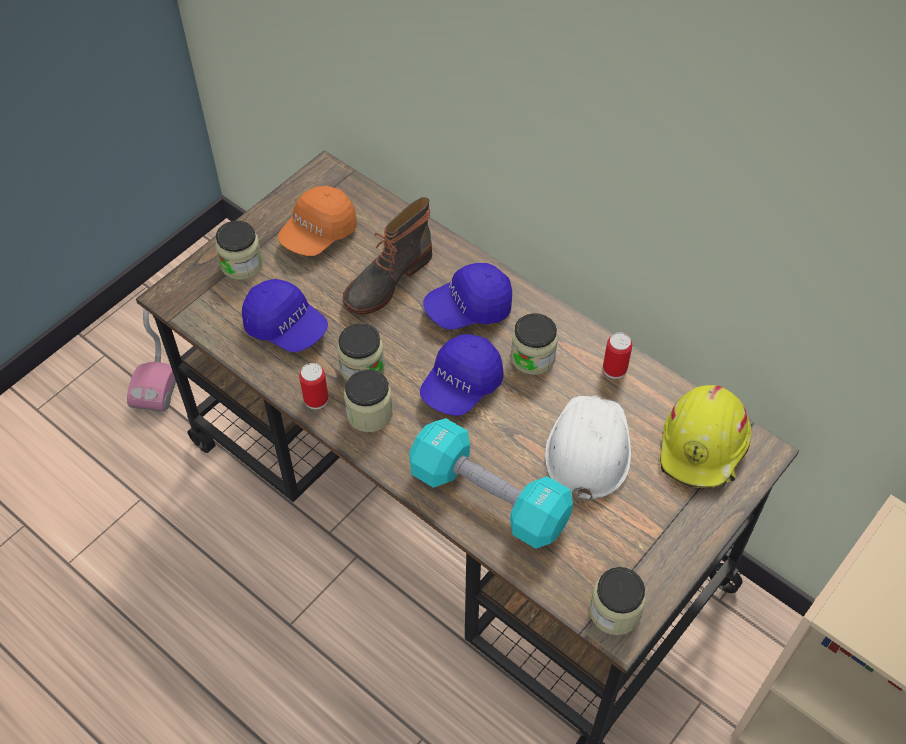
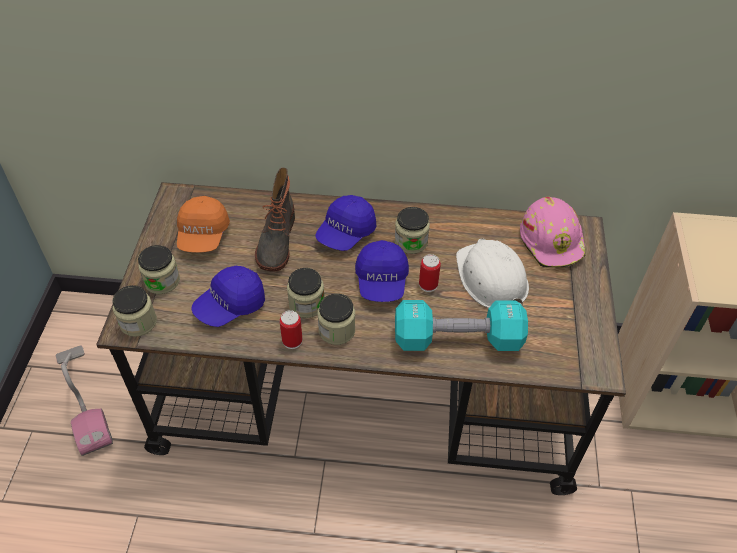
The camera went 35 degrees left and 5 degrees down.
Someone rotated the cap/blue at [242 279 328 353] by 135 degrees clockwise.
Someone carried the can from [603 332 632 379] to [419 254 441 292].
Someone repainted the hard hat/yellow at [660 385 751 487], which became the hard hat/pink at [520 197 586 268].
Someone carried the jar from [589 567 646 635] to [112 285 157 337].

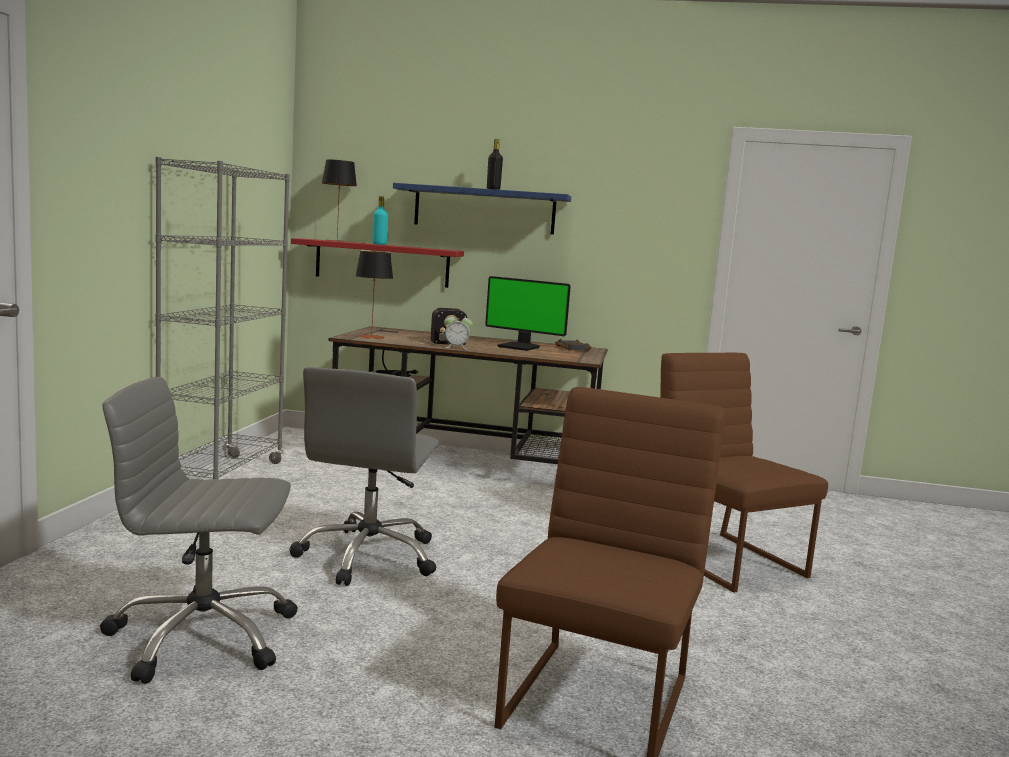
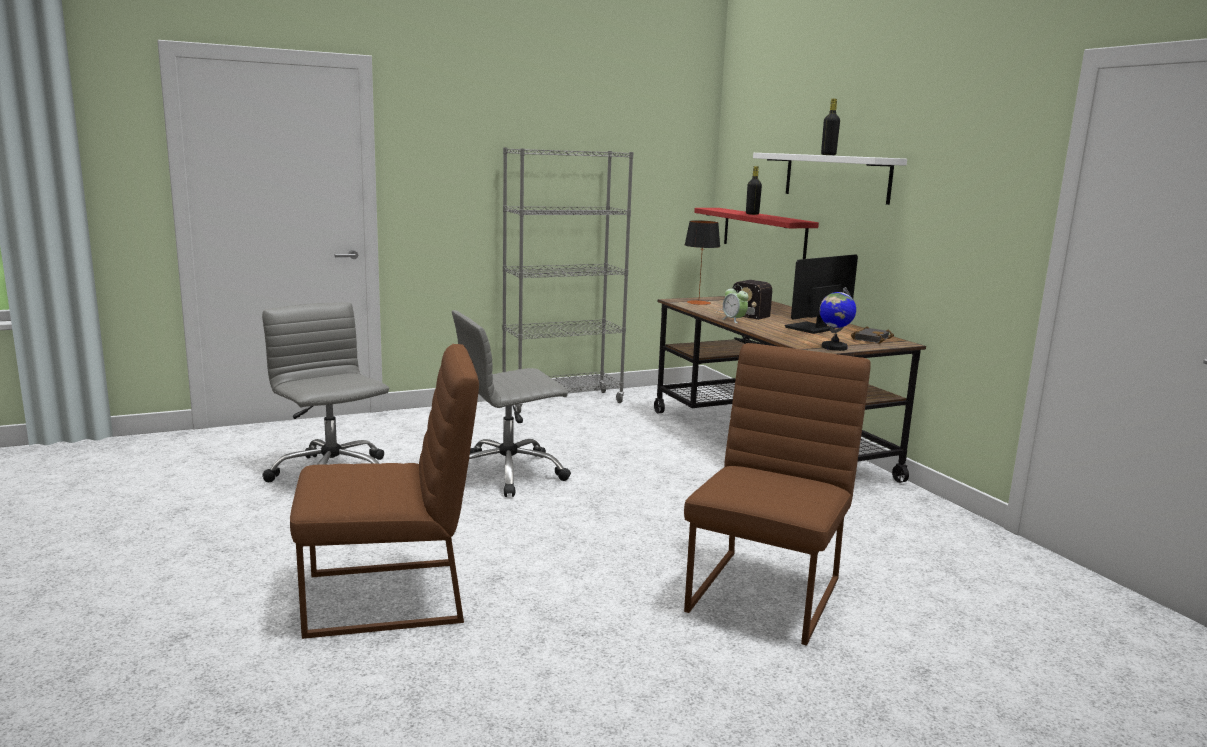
The camera went 55 degrees right and 5 degrees up.
Someone took away the table lamp at [322 160 357 242].
Someone repainted the shelf/blue at [393 183 571 235], which became the shelf/white at [753 153 907 205].
Someone repainted the bottle/turquoise at [372 196 388 245], which became the bottle/black at [746 166 762 215].
Someone rotated the monitor at [485 276 571 351] by 60 degrees clockwise.
Someone put down the globe at [820 287 856 351].

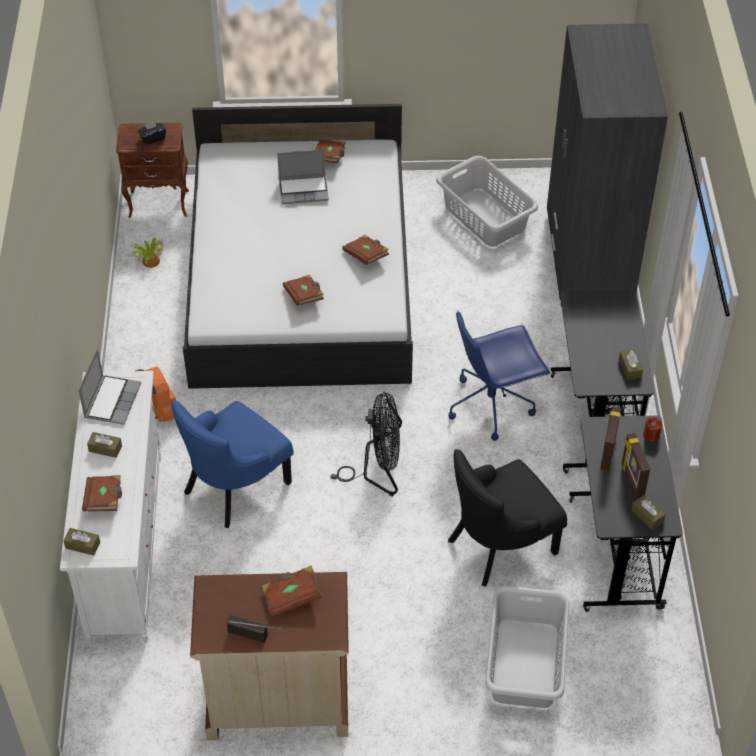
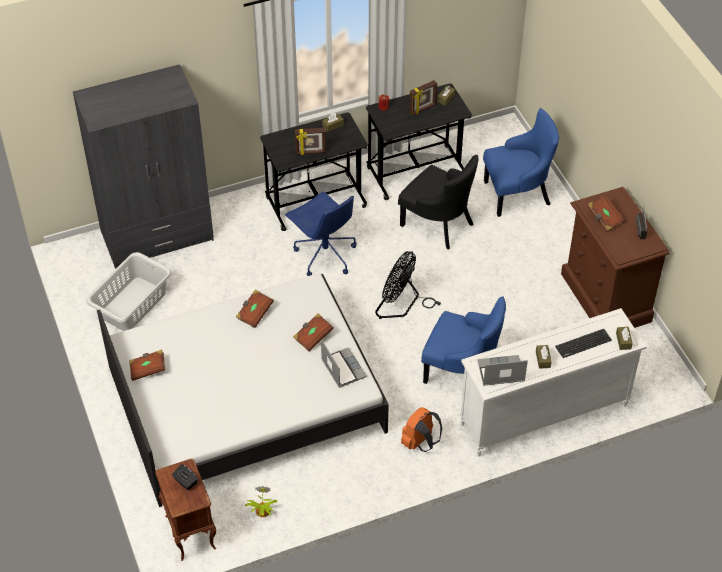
The camera went 110 degrees left and 0 degrees up.
Someone carried the laptop from [277 149 329 204] to [321 339 367 388].
Someone rotated the fan/black at [331 392 402 497] by 45 degrees counterclockwise.
Someone carried the picture frame from [600 406 621 471] to [295 127 326 155].
Someone swapped the book/brown at [82 475 122 512] for the keyboard at [555 329 612 358].
Someone swapped the laundry basket/grey at [485 586 569 708] for the chair/blue at [483 108 559 217].

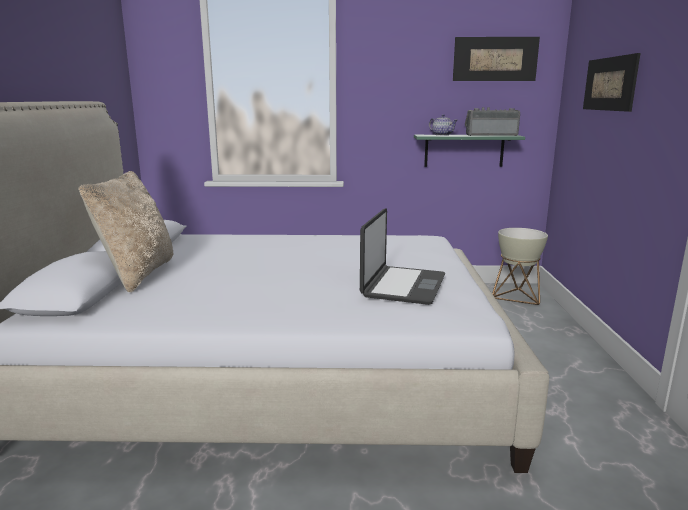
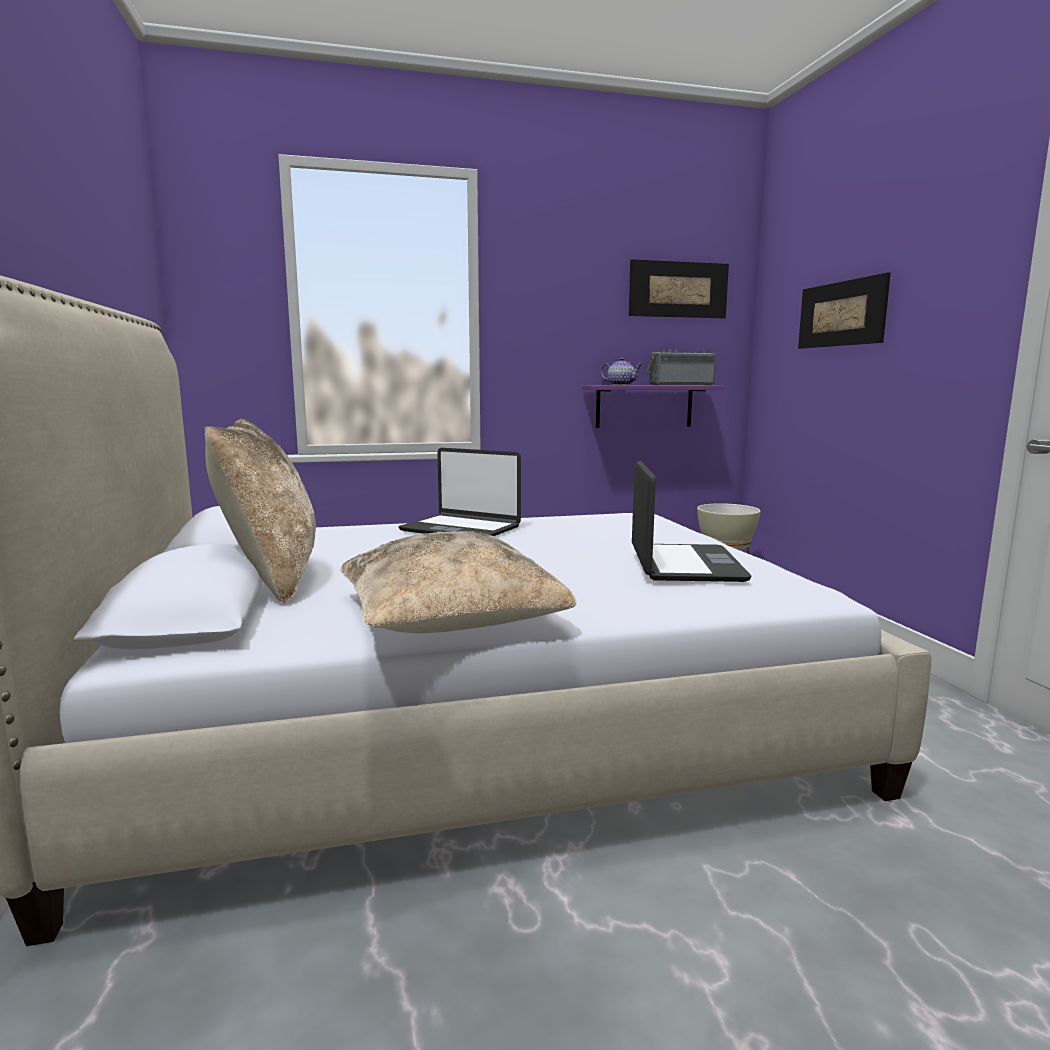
The camera went 15 degrees left and 5 degrees down.
Someone repainted the shelf/green at [414 135 525 167], which became the shelf/purple at [582 385 724 428].
Someone put down the laptop at [399 448 521 536].
Someone put down the pillow/beige at [340 531 577 633].

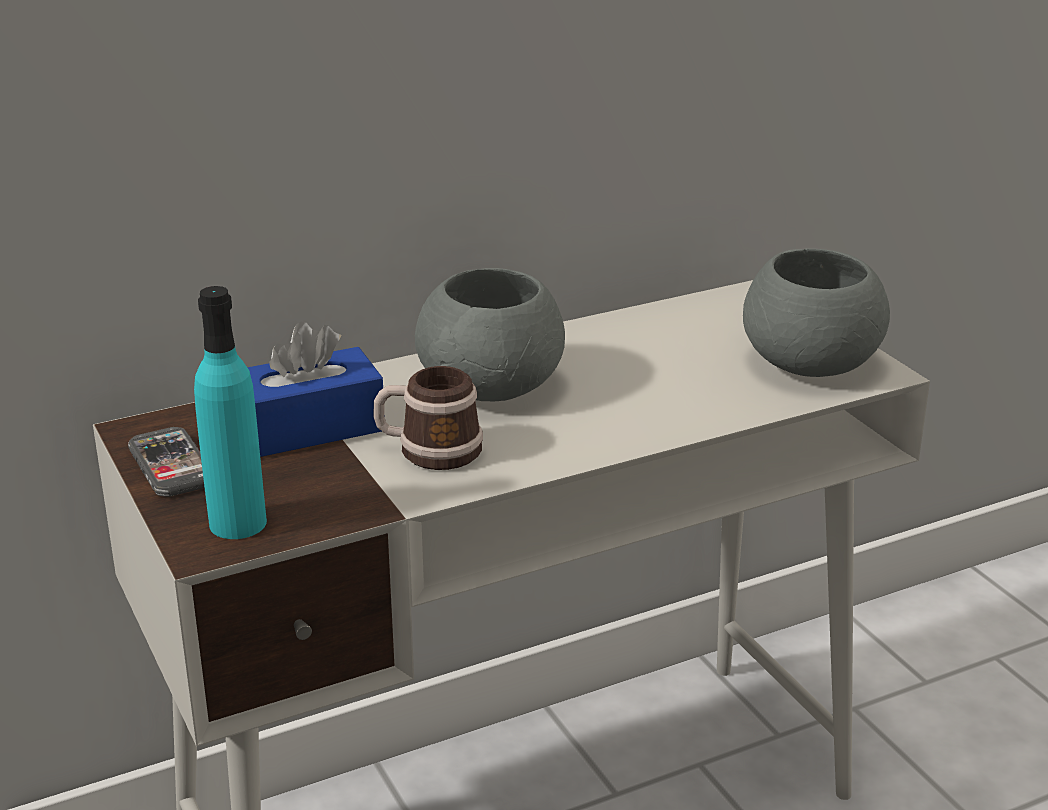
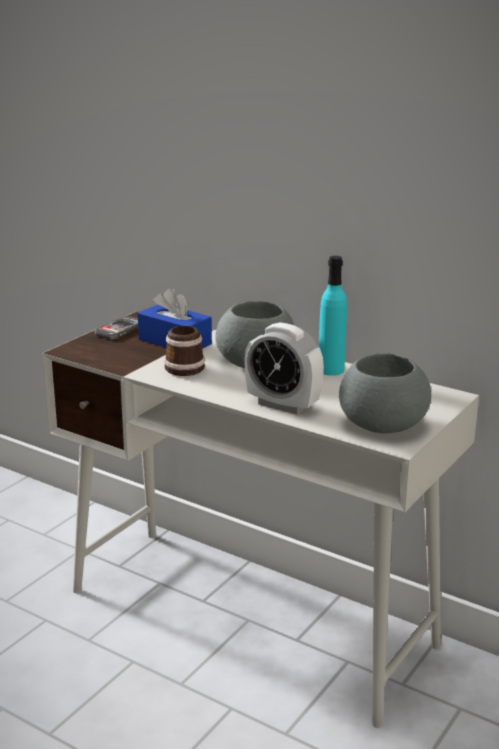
The camera went 60 degrees right and 5 degrees down.
Someone carried the bottle/turquoise from [194 286 267 539] to [319 256 347 376].
Someone put down the alarm clock at [244 323 324 414].

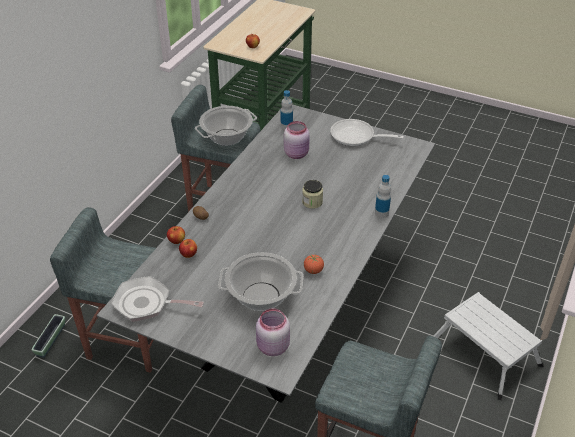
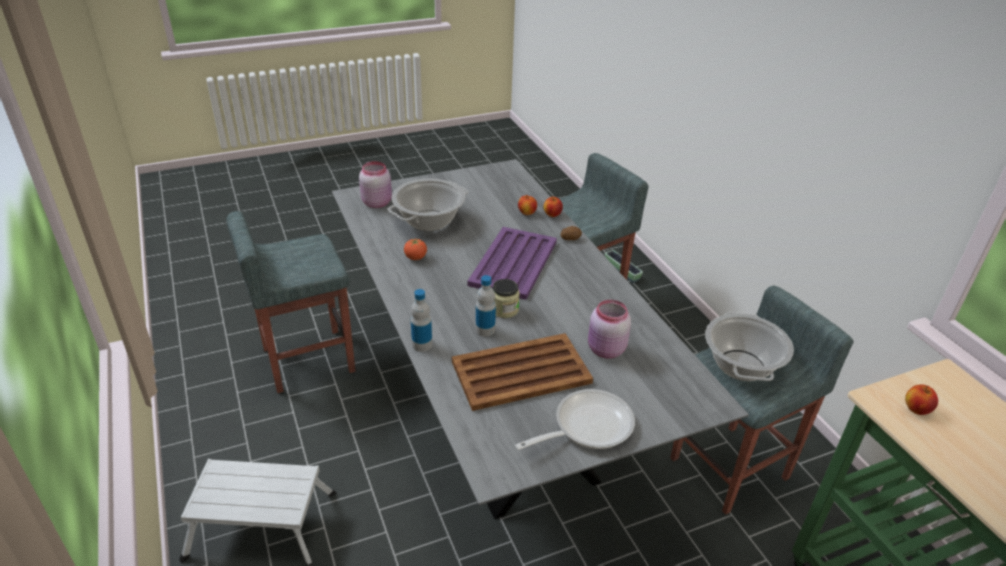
The camera went 130 degrees right and 5 degrees down.
Someone carried the bottle from [281 90 293 130] to [476 275 496 337].
Someone took away the frying pan at [111 276 204 322].
Someone put down the tray/purple at [467 227 557 300].
Someone put down the tray/brown at [452 333 593 411].

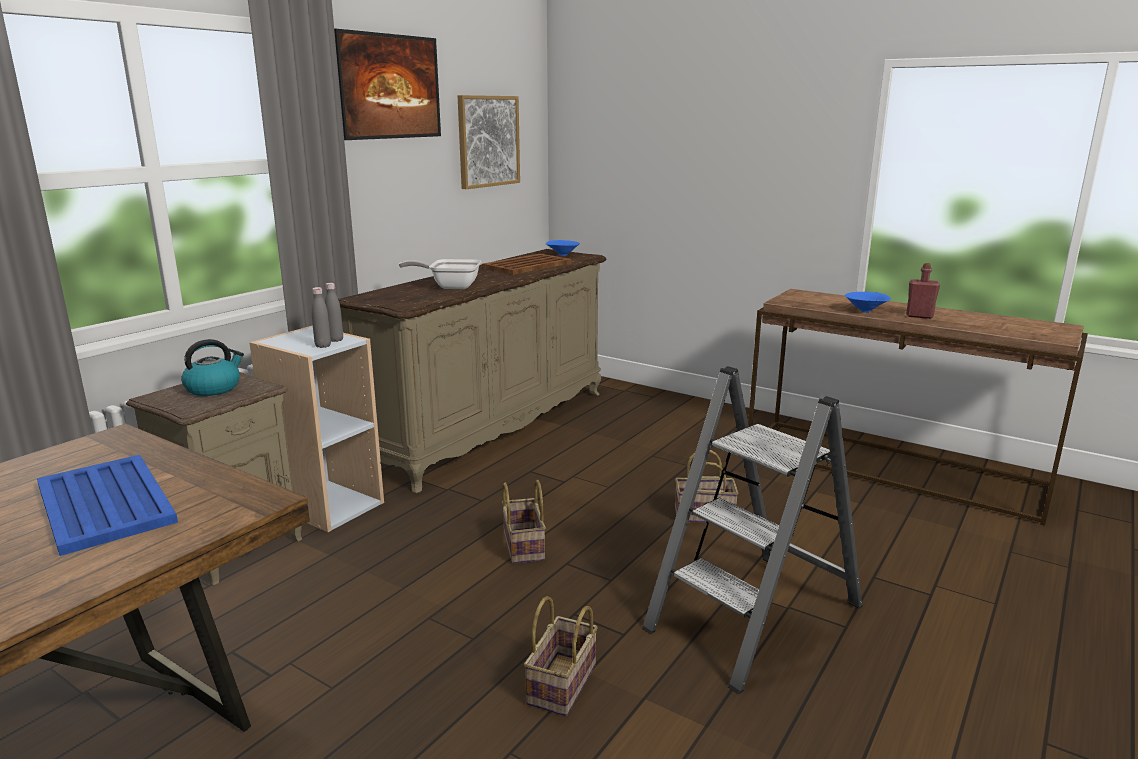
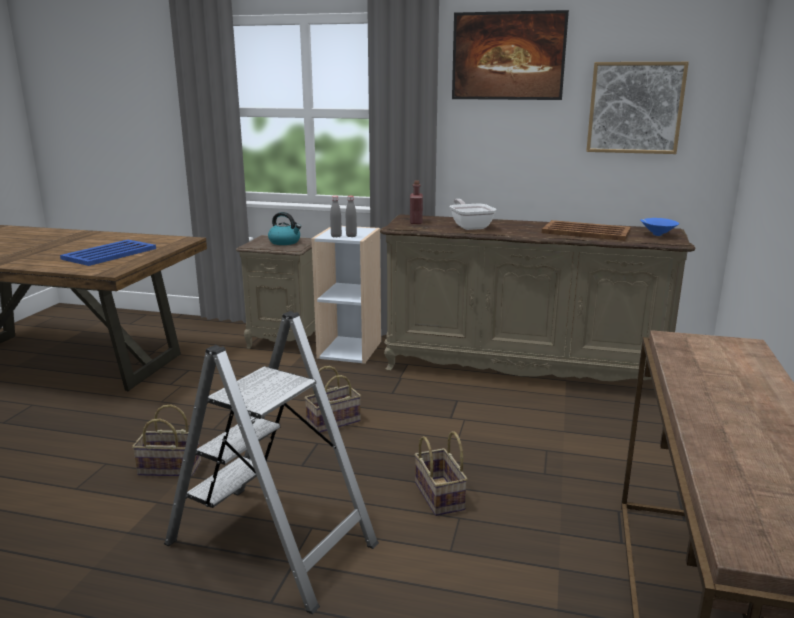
The camera went 70 degrees right and 0 degrees up.
Someone carried the bottle/red from [906 263 940 319] to [410 180 423 224].
Someone took away the bowl/blue at [845 292 891 313].

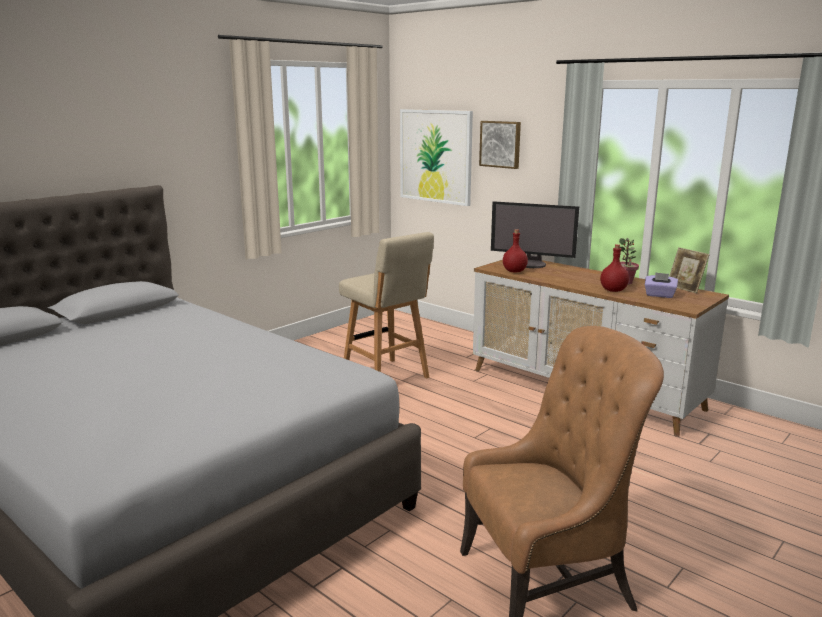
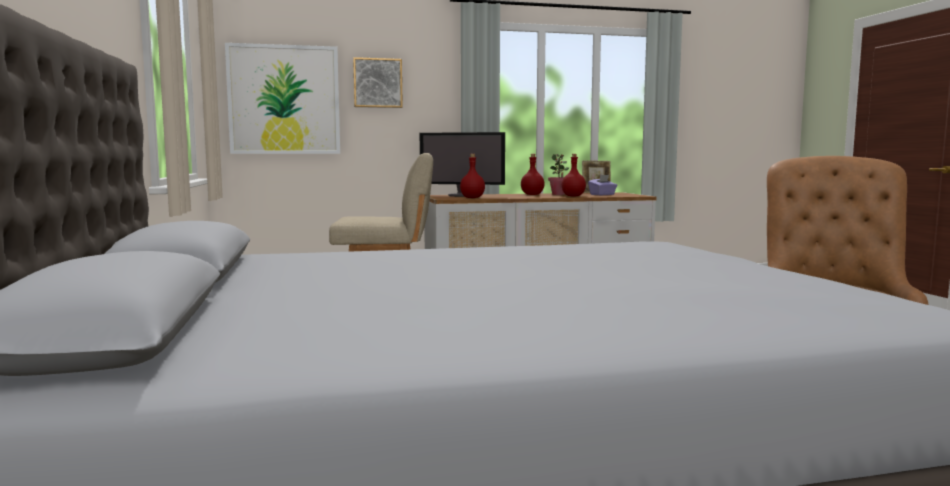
The camera went 55 degrees left and 10 degrees down.
Someone rotated the monitor at [491 201 579 268] by 45 degrees clockwise.
Someone put down the bottle/red at [521 154 544 195].

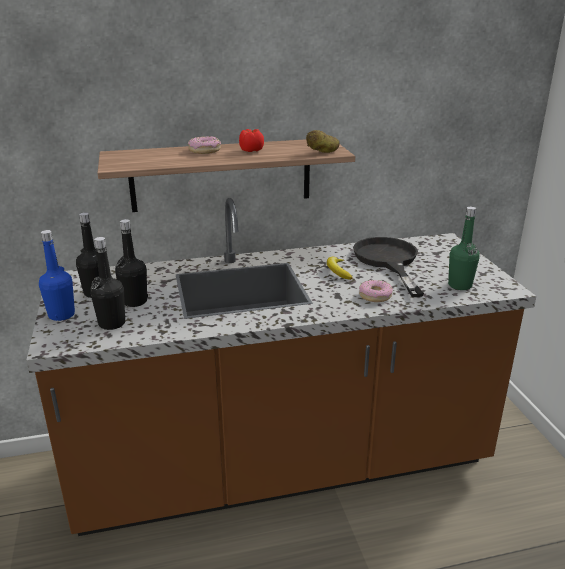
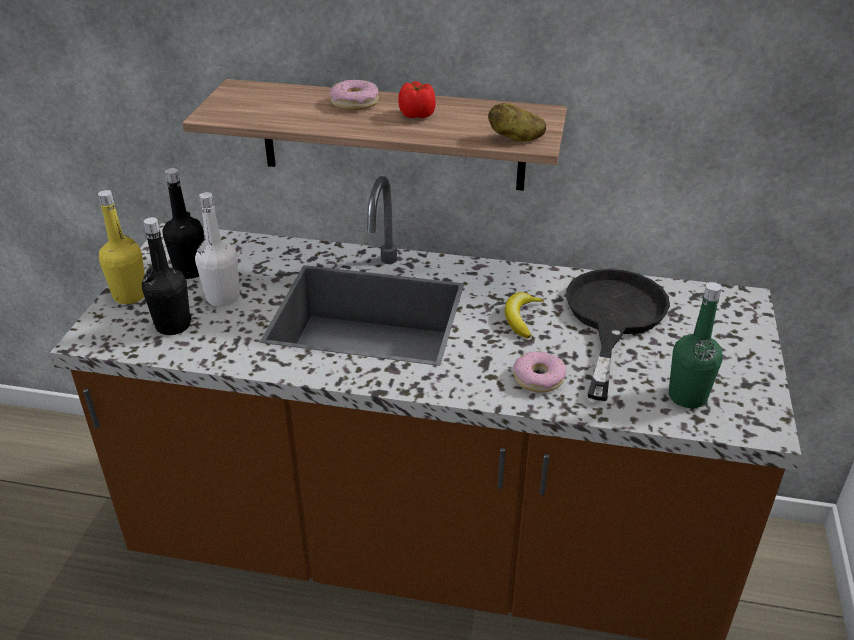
The camera went 25 degrees right and 10 degrees up.
Someone repainted the bottle/black at [115 219 148 307], which became the bottle/white at [195 192 240 307].
Someone repainted the bottle/blue at [39 230 75 321], which became the bottle/yellow at [98 190 145 304].

